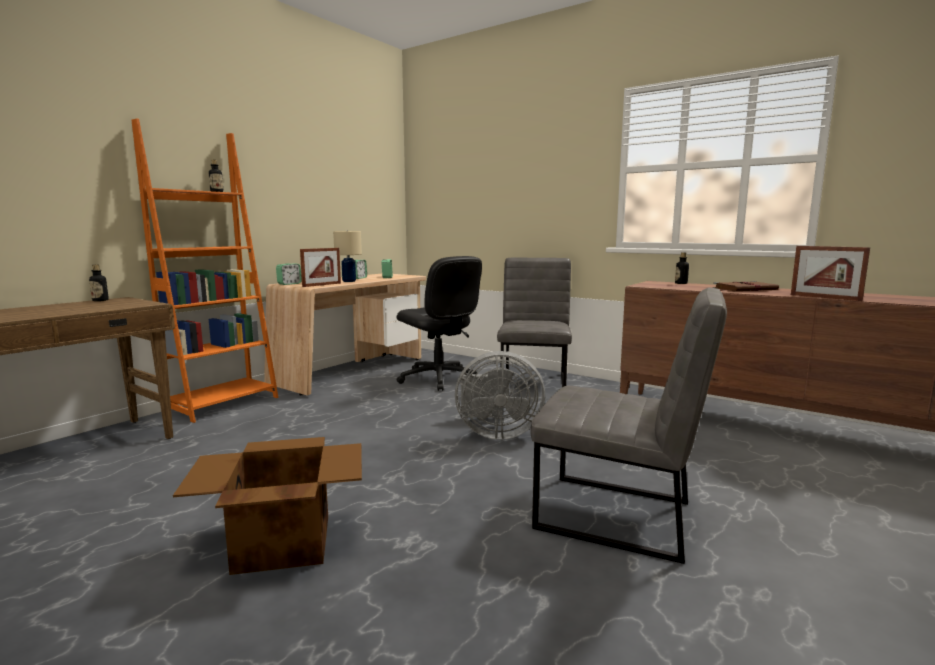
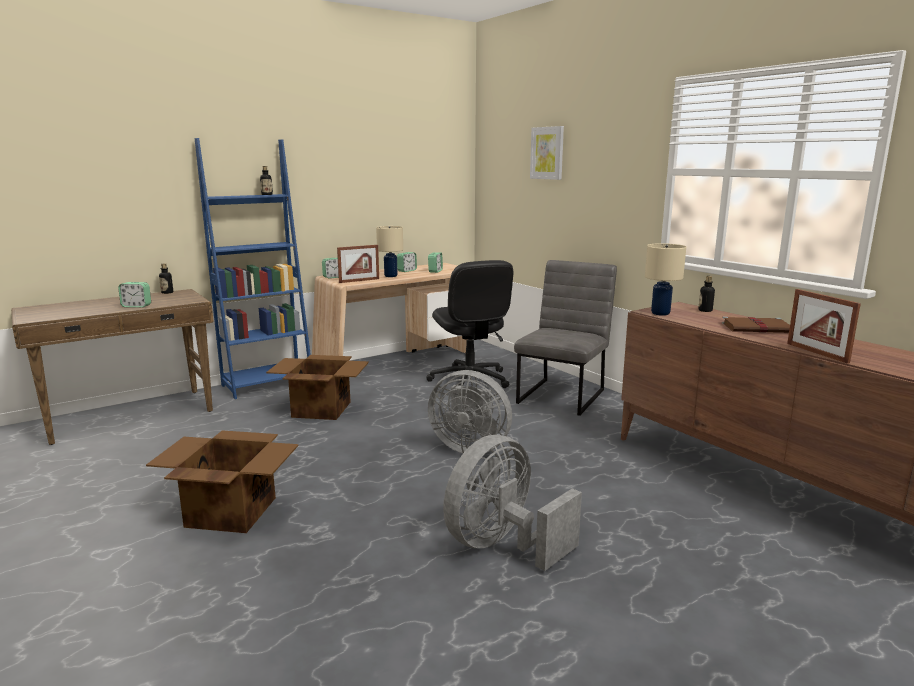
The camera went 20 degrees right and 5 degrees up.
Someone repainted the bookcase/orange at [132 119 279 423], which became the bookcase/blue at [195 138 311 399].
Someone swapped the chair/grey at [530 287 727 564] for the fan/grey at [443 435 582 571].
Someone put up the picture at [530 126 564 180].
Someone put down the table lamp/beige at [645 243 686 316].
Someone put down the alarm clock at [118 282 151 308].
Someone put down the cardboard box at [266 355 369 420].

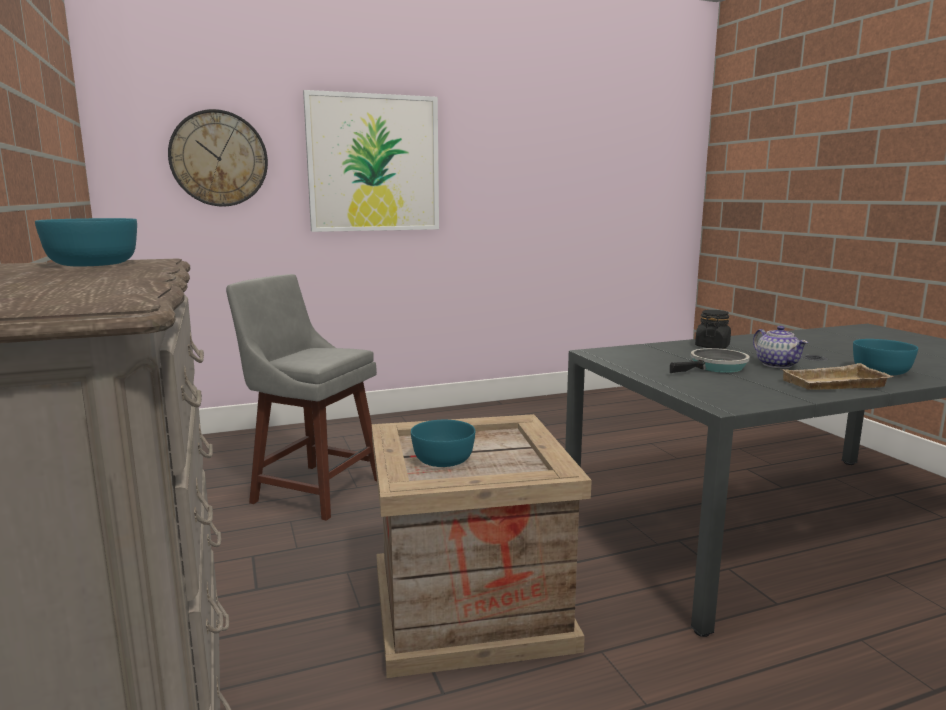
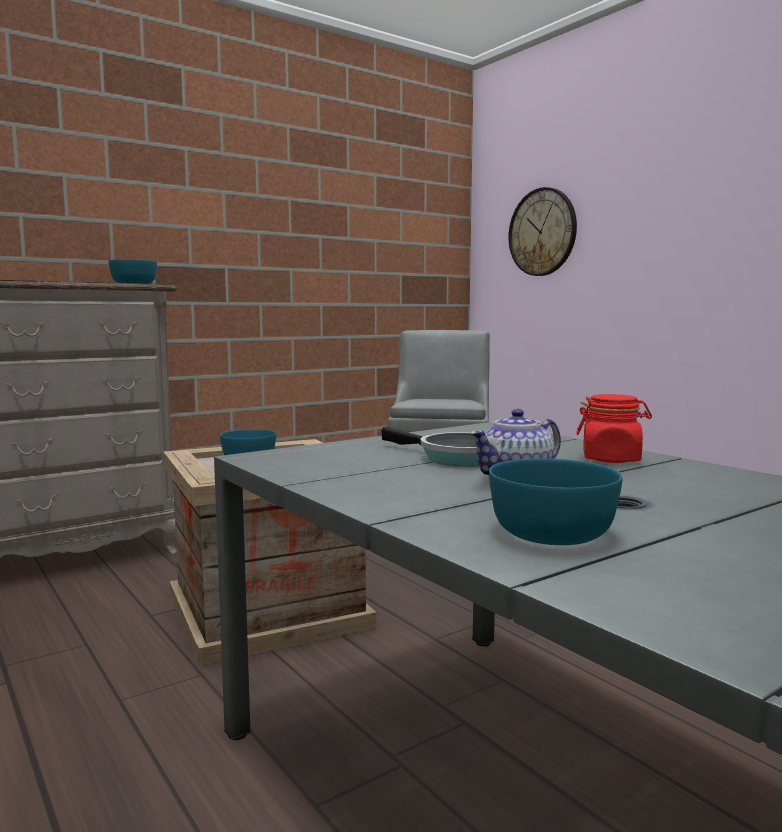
The camera went 75 degrees right and 5 degrees down.
Someone took away the picture at [303 90 439 232].
Someone repainted the jar/black at [695 310 731 349], which became the jar/red at [576 394 652 463].
Someone took away the tray/beige at [781 363 894 390].

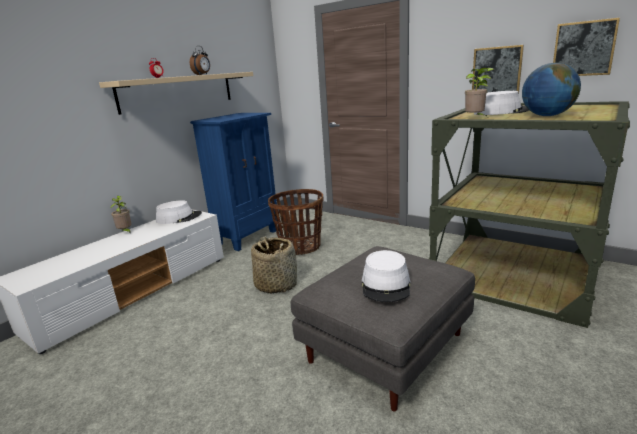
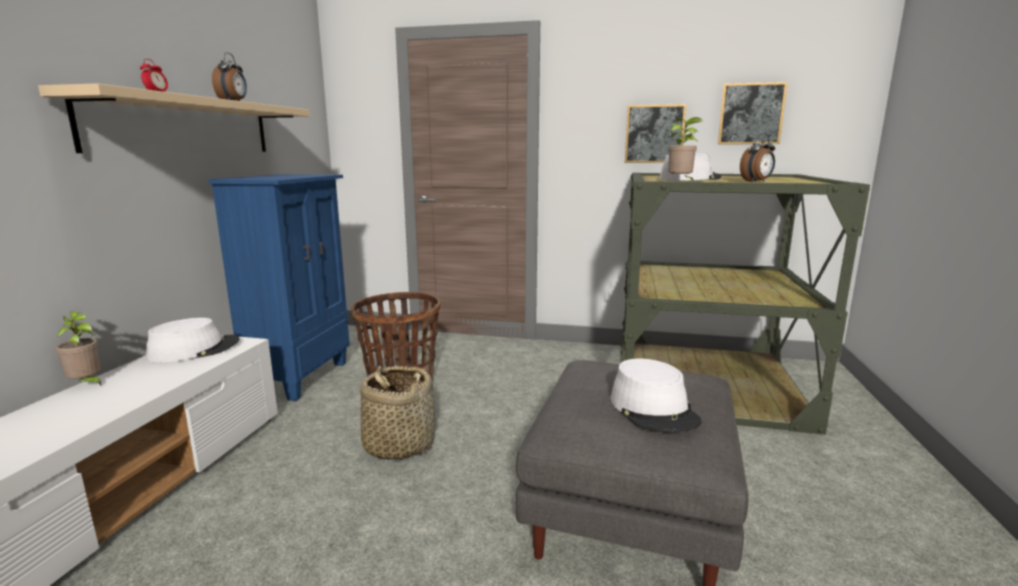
The camera went 25 degrees left and 5 degrees down.
Someone swapped the globe at [522 63 581 116] for the alarm clock at [740 133 775 182].

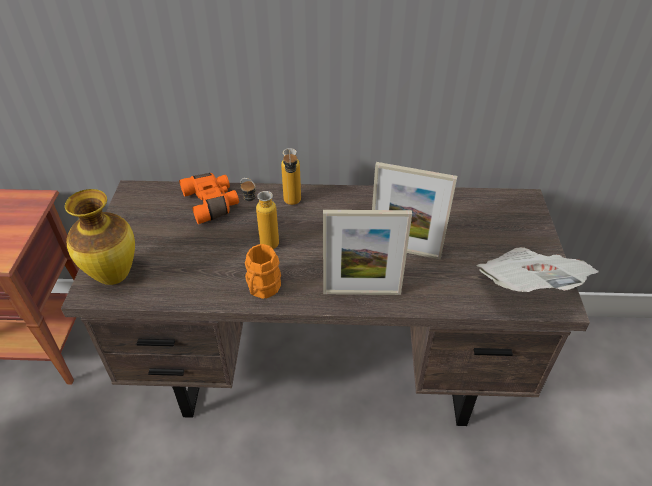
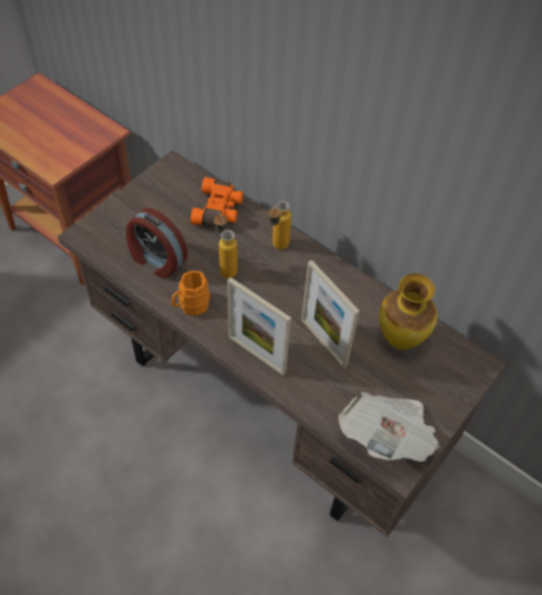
The camera went 35 degrees right and 10 degrees up.
Someone carried the vase from [65 189 135 285] to [379 273 437 350].
Someone put down the alarm clock at [126 208 188 279].

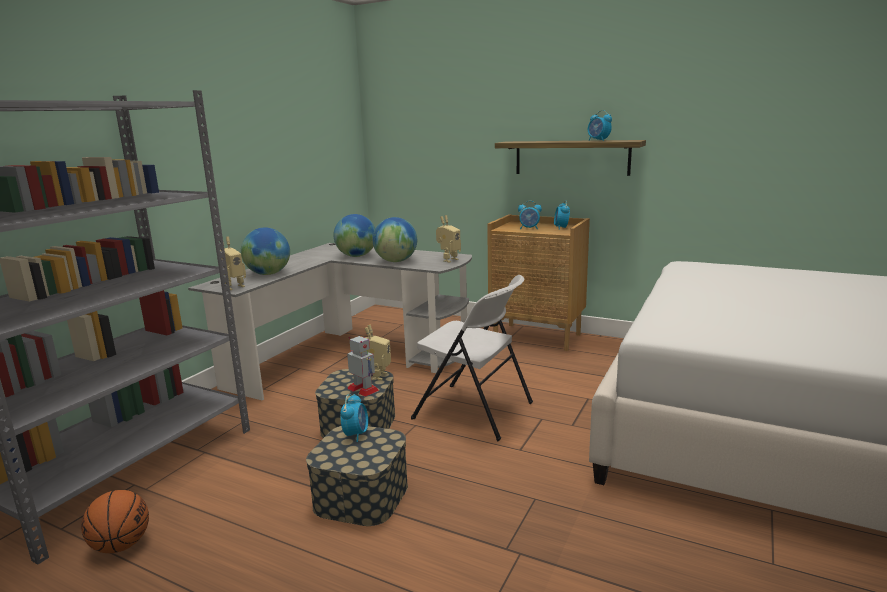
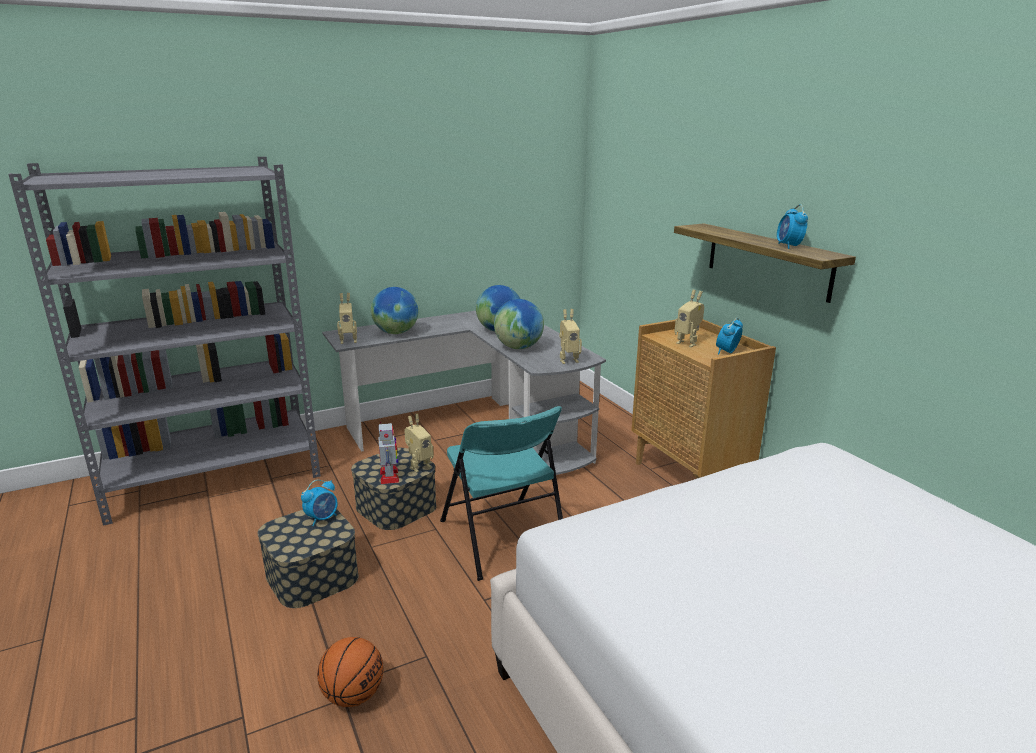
The camera went 35 degrees right and 5 degrees up.
Someone swapped the alarm clock at [518 201 542 230] for the toy robot at [674 290 705 347].
Someone repainted the chair/white at [411 275 533 441], which became the chair/turquoise at [440 406 563 581].
Someone carried the basketball from [81 490 149 553] to [317 637 384 707].

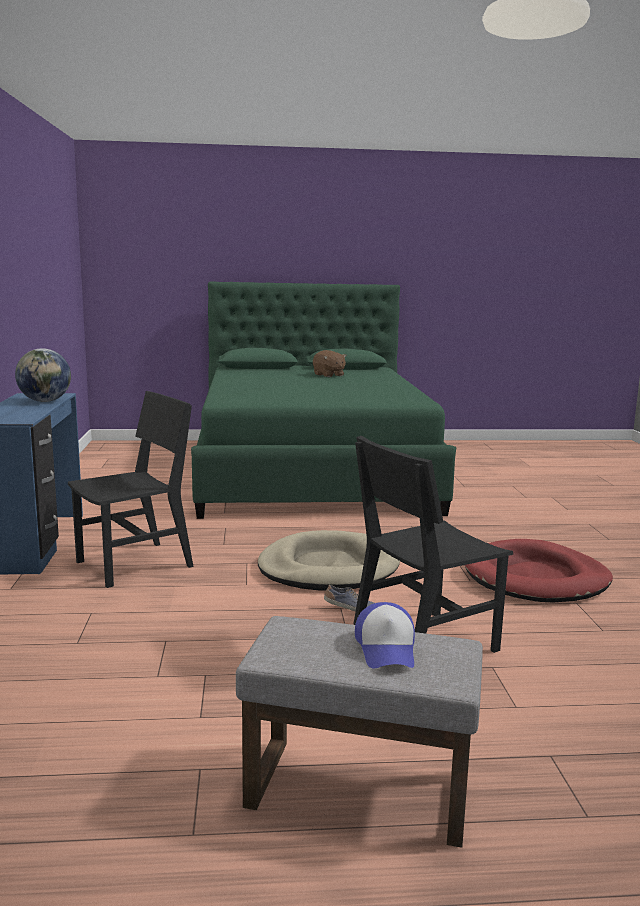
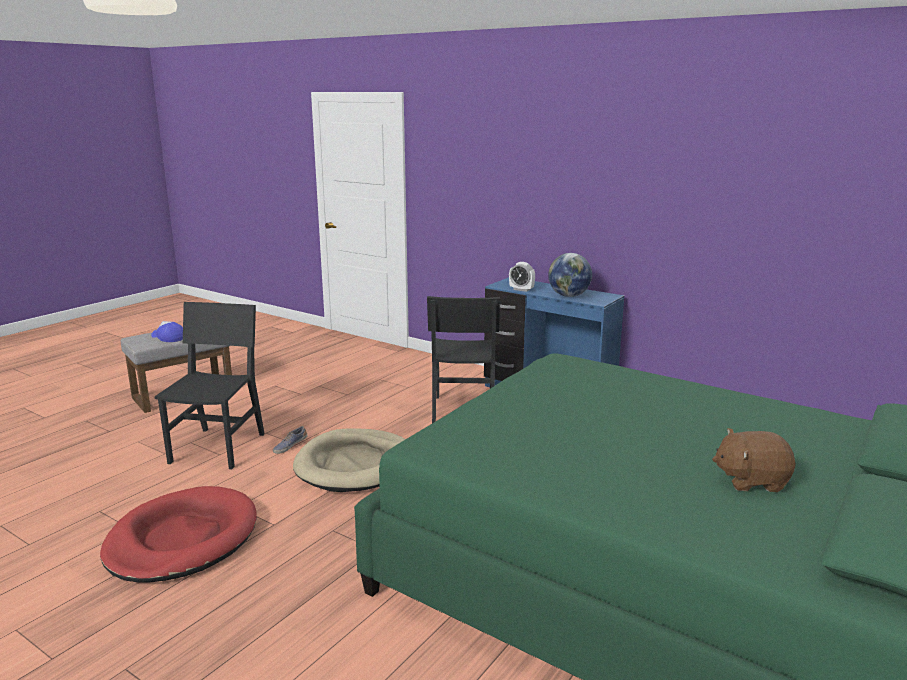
The camera went 130 degrees right and 5 degrees up.
Someone put down the alarm clock at [509 262 535 292].

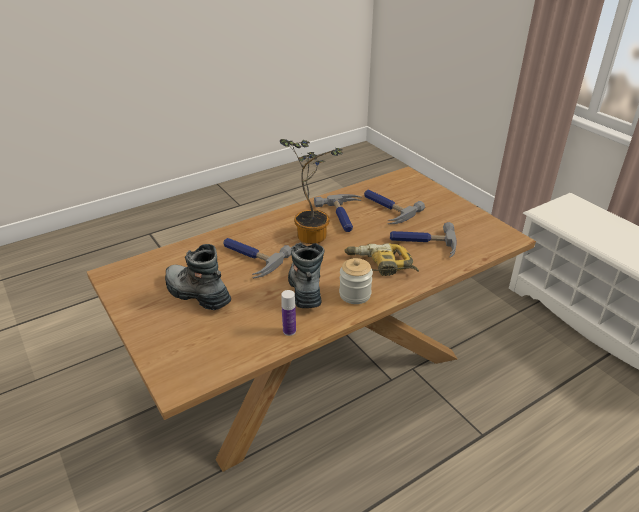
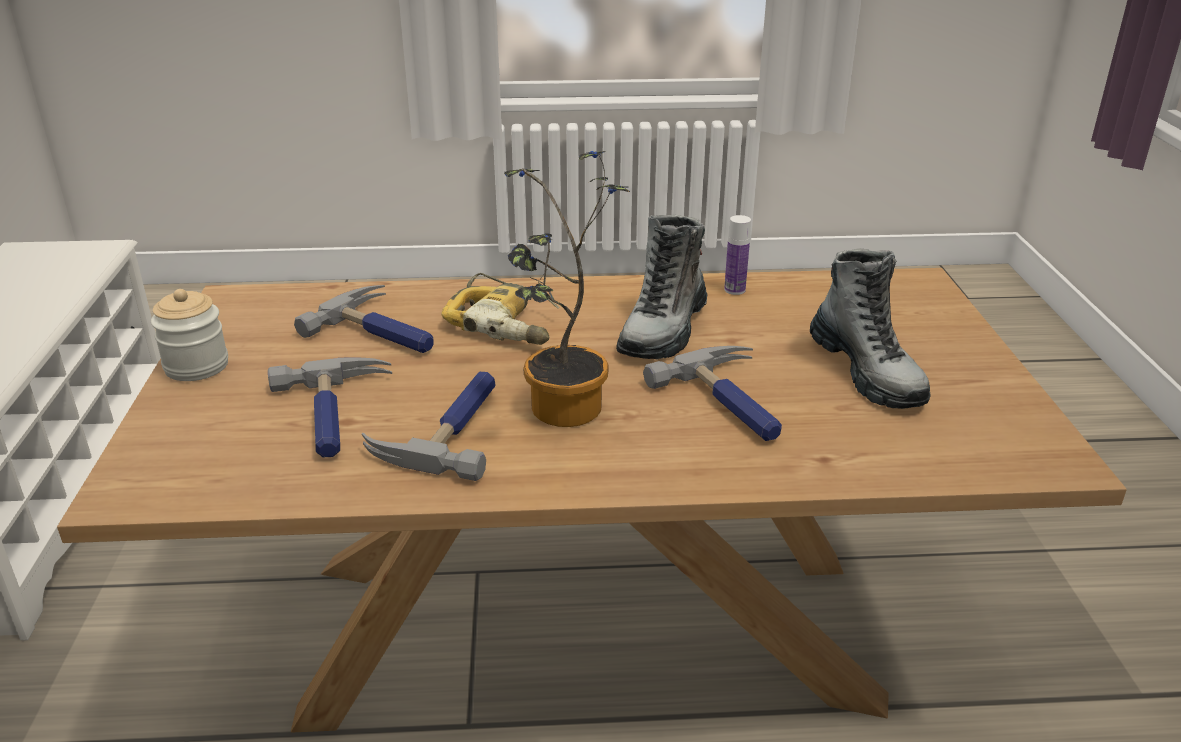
The camera went 150 degrees left and 5 degrees down.
Someone carried the jar from [339 258 373 304] to [151 289 228 381].

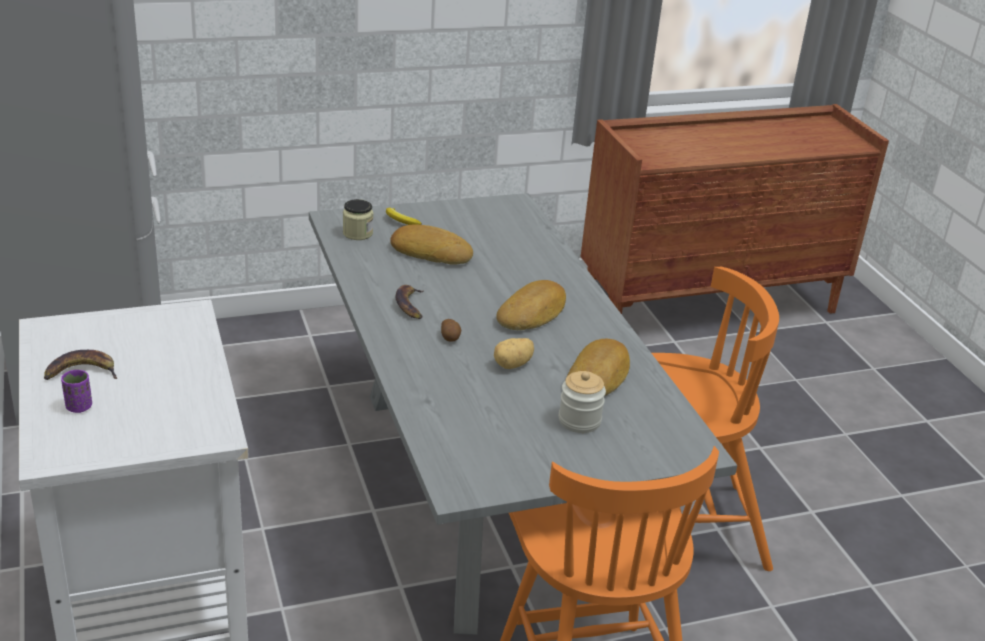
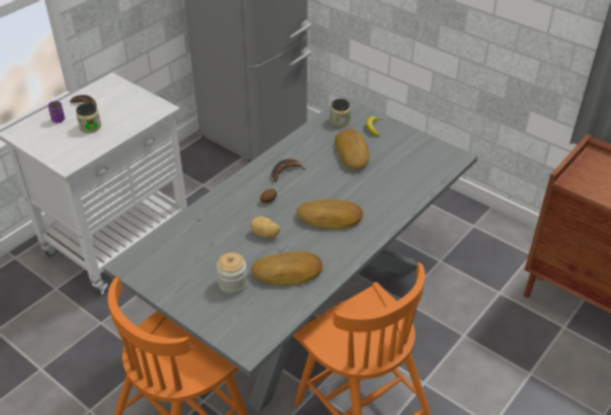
The camera went 60 degrees right and 10 degrees up.
Someone put down the jar at [76 103 101 133].

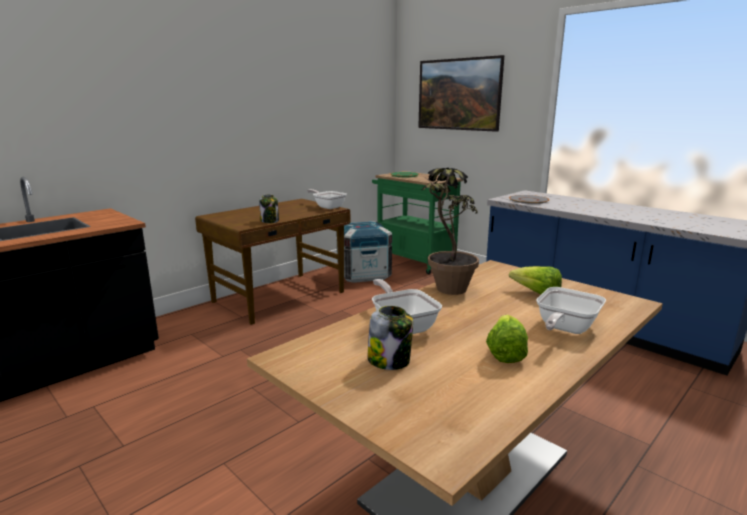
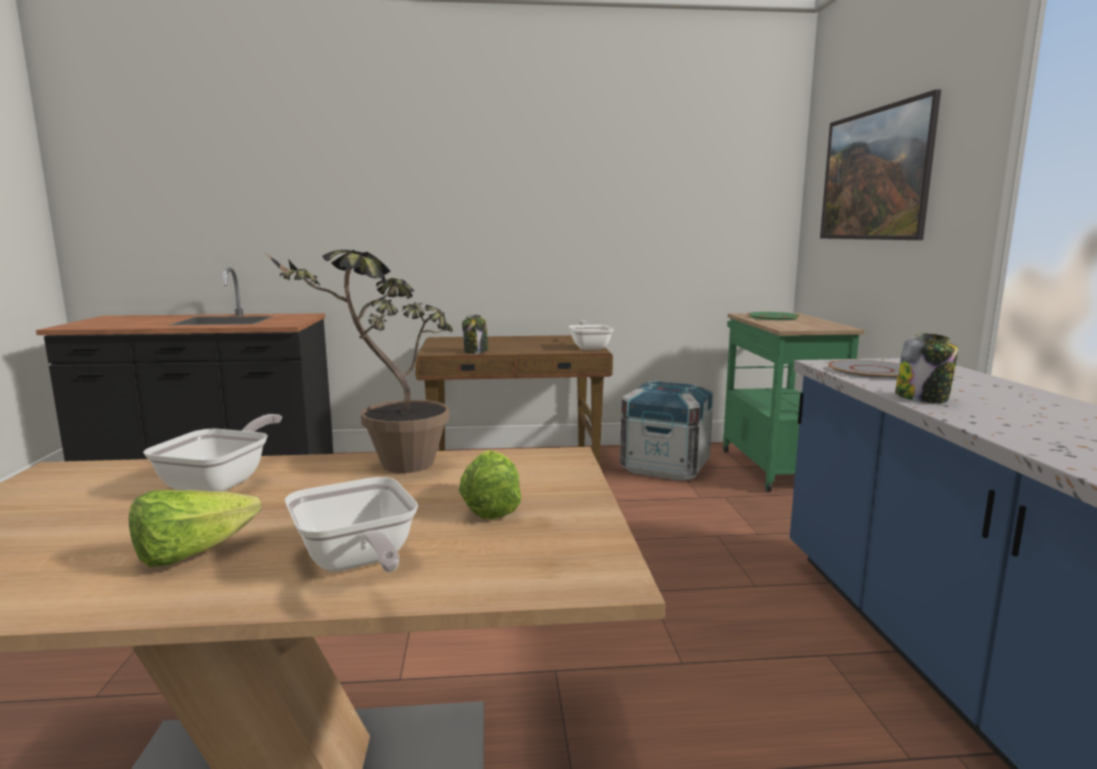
The camera went 40 degrees right and 5 degrees down.
Someone rotated the frying pan at [536 287 606 334] by 105 degrees counterclockwise.
Someone carried the jar from [367 306 413 370] to [895 333 958 403].

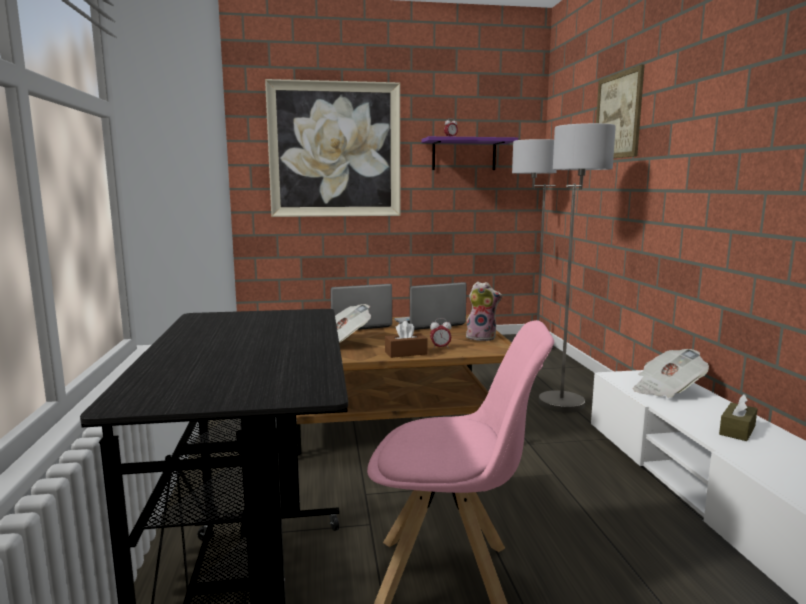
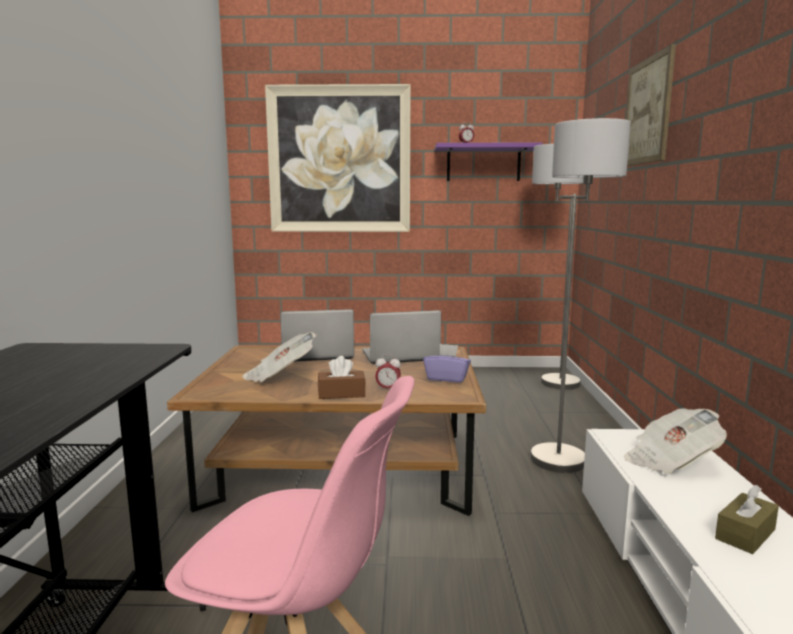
The camera went 10 degrees right and 0 degrees up.
Someone swapped the plush toy at [466 281 502 341] for the tissue box/purple at [423 344 471 383].

